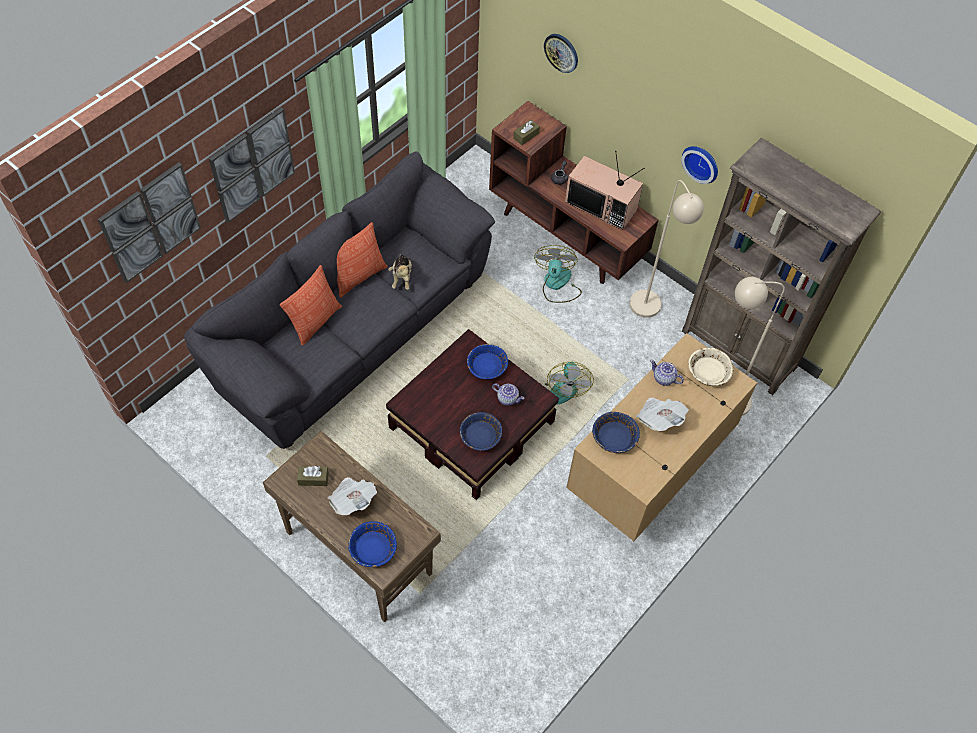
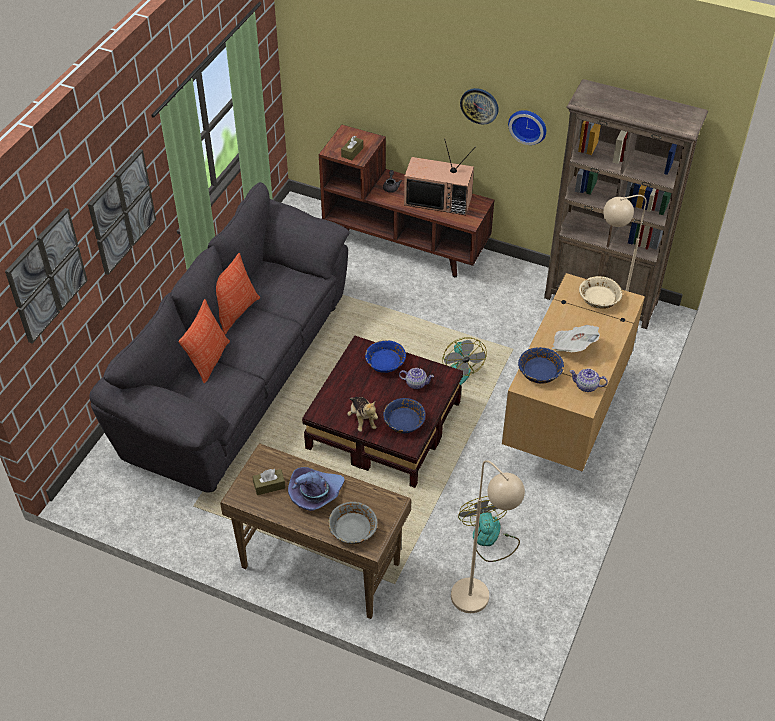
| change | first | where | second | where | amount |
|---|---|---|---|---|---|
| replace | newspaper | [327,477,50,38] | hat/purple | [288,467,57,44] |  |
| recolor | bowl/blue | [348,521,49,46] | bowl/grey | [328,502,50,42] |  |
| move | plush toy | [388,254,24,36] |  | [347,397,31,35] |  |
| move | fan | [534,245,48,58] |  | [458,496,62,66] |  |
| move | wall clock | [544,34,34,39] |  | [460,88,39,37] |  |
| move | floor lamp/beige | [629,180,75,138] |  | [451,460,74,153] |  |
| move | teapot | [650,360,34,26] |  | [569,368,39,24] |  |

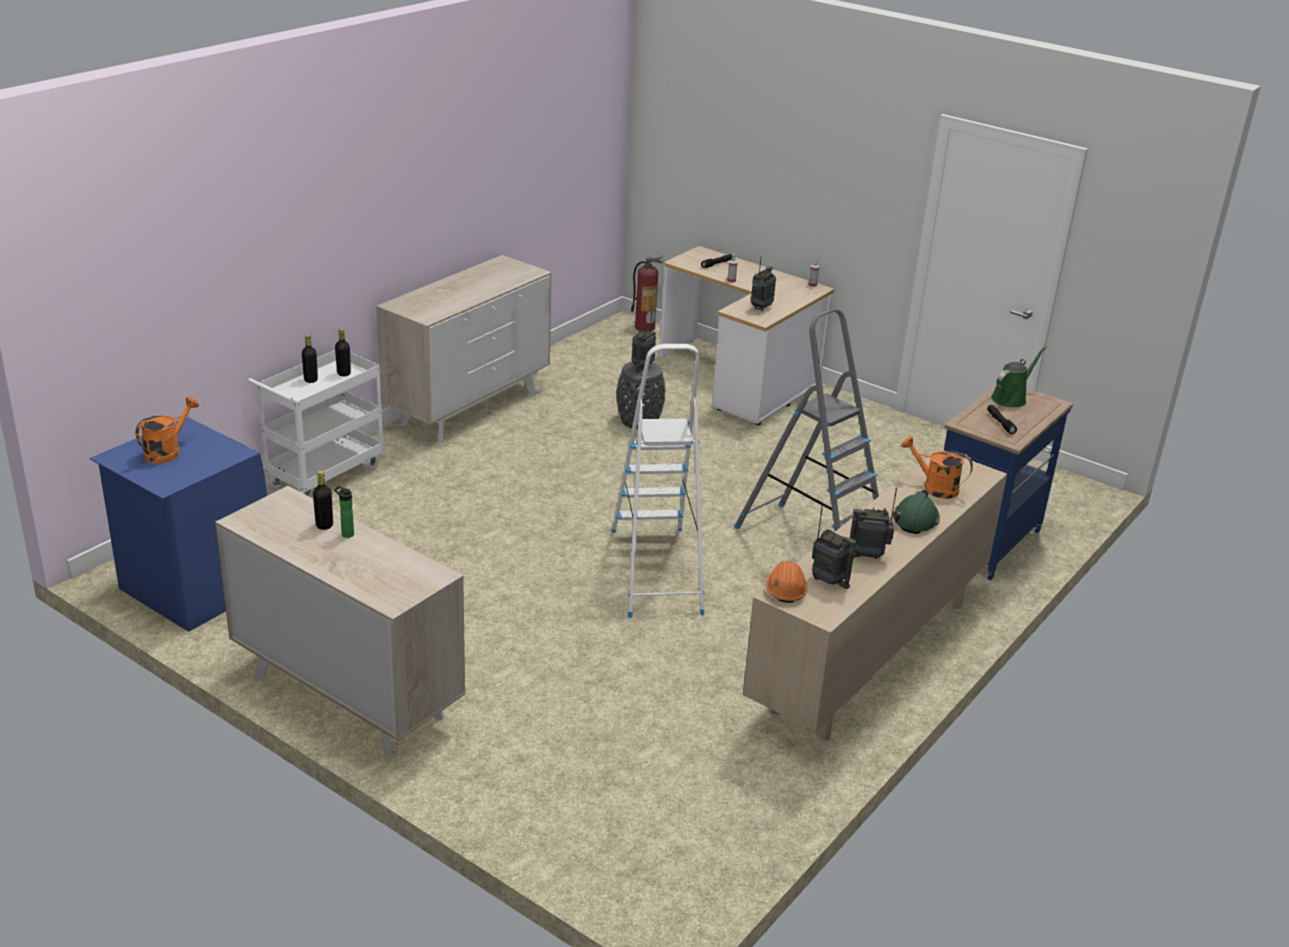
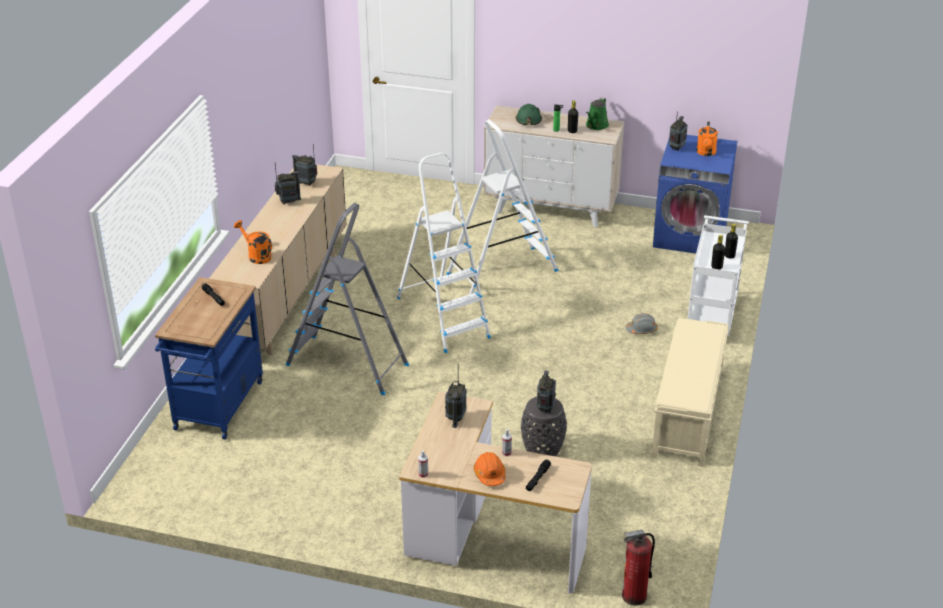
| change | first | where | second | where | amount |
|---|---|---|---|---|---|
| replace | dresser/white | [376,255,176,189] | bench/beige | [651,318,78,149] |  |
| move | hard hat/orange | [766,561,42,42] |  | [474,452,31,34] |  |
| move | hard hat/green | [893,490,47,44] |  | [516,104,26,21] |  |
| rotate | watering can/orange | [901,436,72,63] |  | [234,220,38,44] | 150 degrees counterclockwise |
| move | watering can/green | [991,346,55,61] |  | [586,98,23,32] |  |
| insert |  |  | step ladder/white | [446,119,112,175] |  |
| insert |  |  | hard hat/grey | [626,313,32,21] |  |
| insert |  |  | radio | [669,112,19,39] |  |

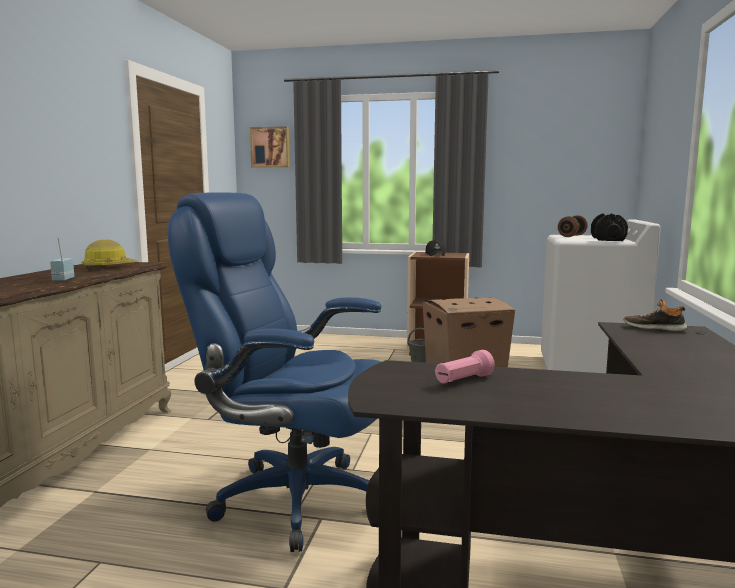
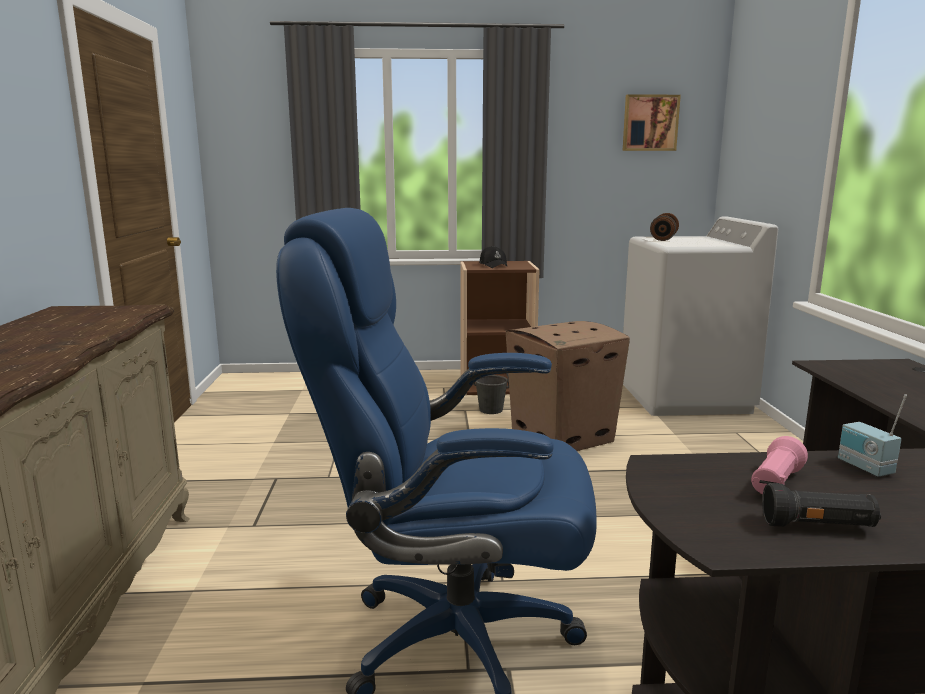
| change | first | where | second | where | amount |
|---|---|---|---|---|---|
| move | radio | [50,237,25,45] |  | [838,394,69,83] |  |
| delete | hard hat | [81,240,57,30] |  |  |  |
| move | picture | [250,126,40,42] |  | [623,94,58,57] |  |
| delete | dumbbell/black | [591,213,37,28] |  |  |  |
| delete | shoe | [624,299,63,32] |  |  |  |
| insert |  |  | flashlight/black | [762,483,119,44] |  |

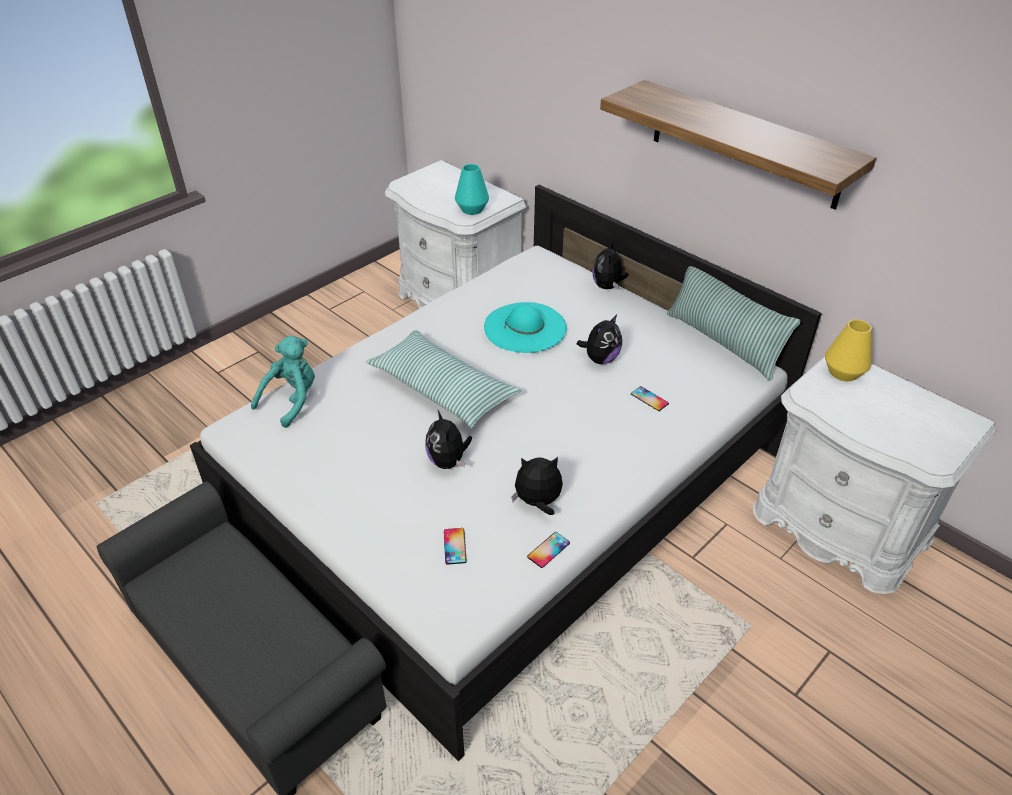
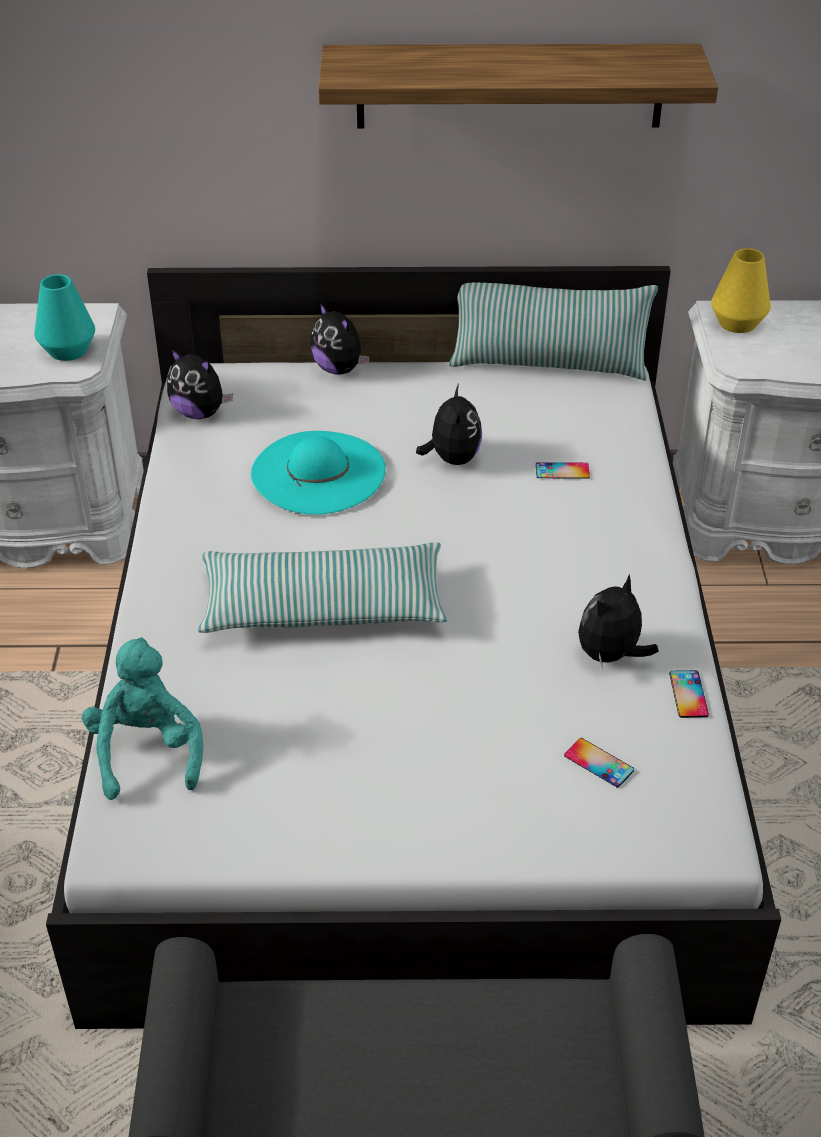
| change | first | where | second | where | amount |
|---|---|---|---|---|---|
| move | plush toy | [425,409,47,60] |  | [167,349,66,70] |  |

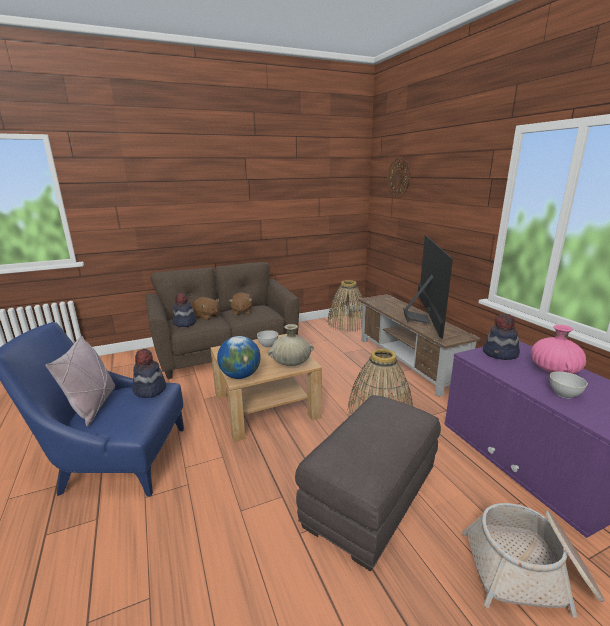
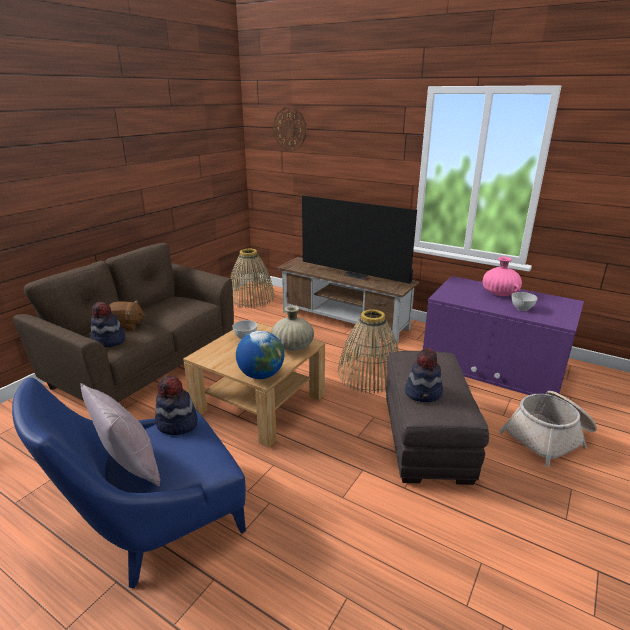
| change | first | where | second | where | amount |
|---|---|---|---|---|---|
| delete | plush toy/brown | [229,292,23,24] |  |  |  |
| rotate | television | [403,235,50,104] |  | [302,195,115,89] | 150 degrees clockwise |
| move | hat | [483,314,37,46] |  | [405,348,38,54] |  |

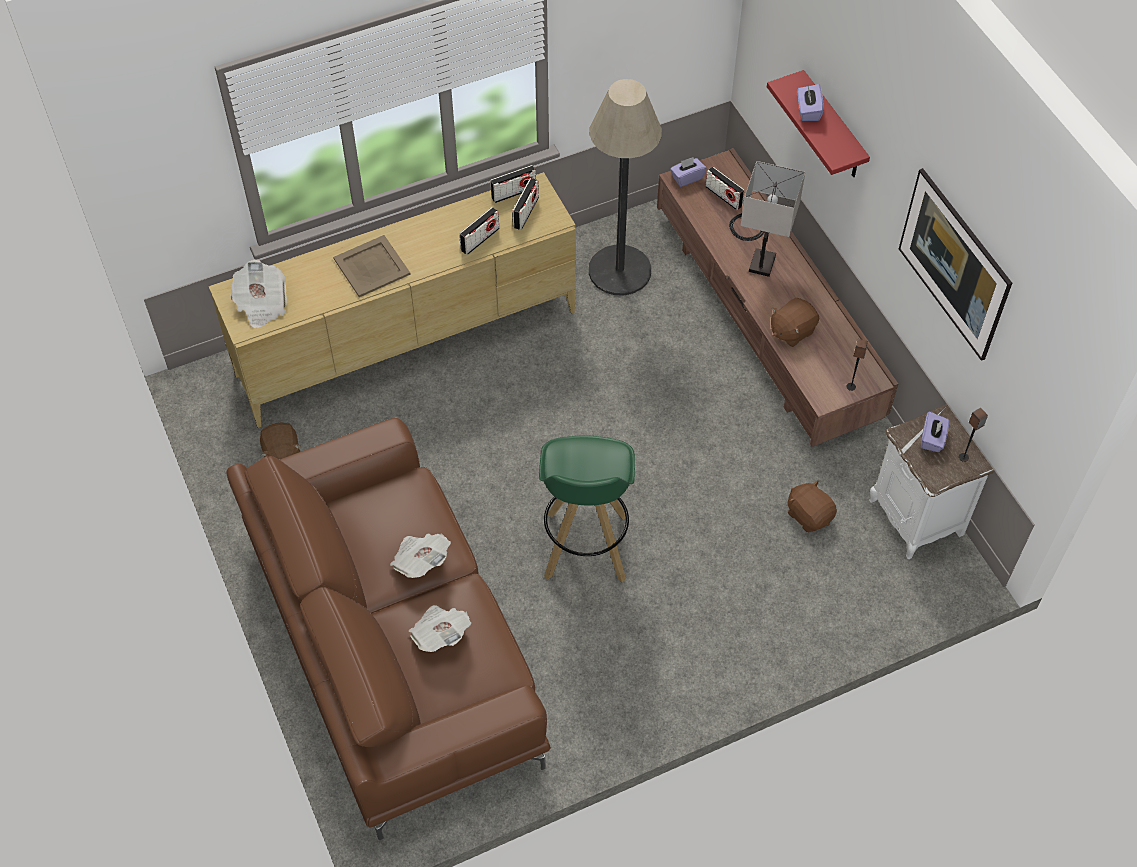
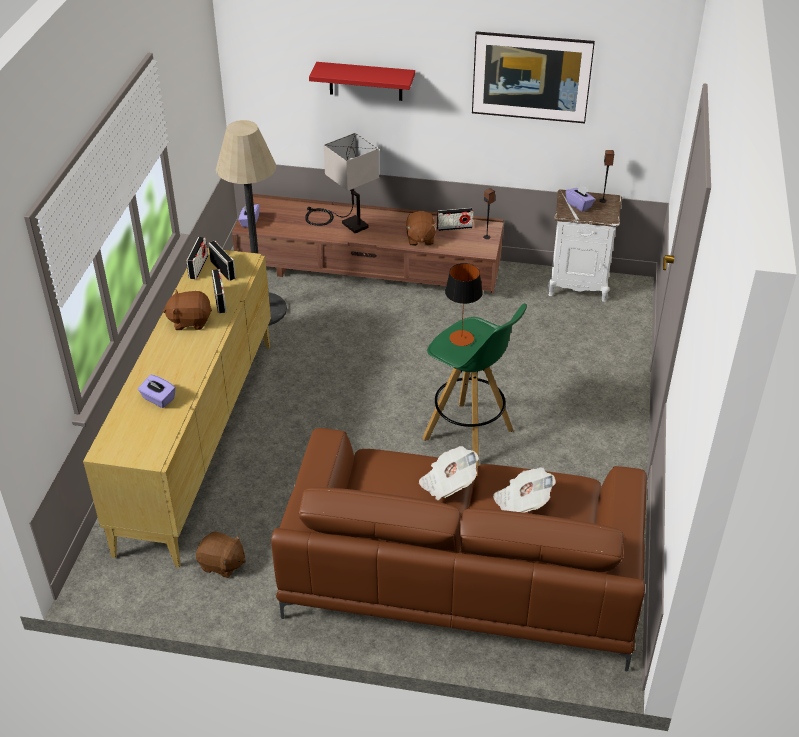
| change | first | where | second | where | amount |
|---|---|---|---|---|---|
| delete | newspaper | [231,260,56,68] |  |  |  |
| delete | tray/beige | [333,235,78,62] |  |  |  |
| move | radio | [706,167,38,43] |  | [437,208,36,23] |  |
| move | plush toy/brown | [788,480,49,52] |  | [163,290,49,40] |  |
| move | tissue box/purple | [797,84,27,37] |  | [138,375,38,33] |  |
| insert |  |  | table lamp | [445,263,38,83] |  |

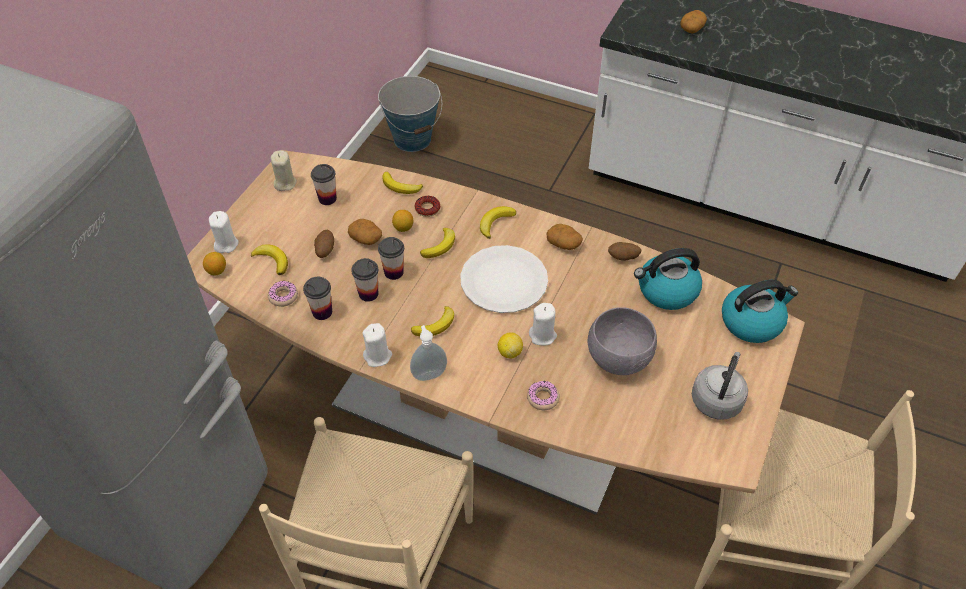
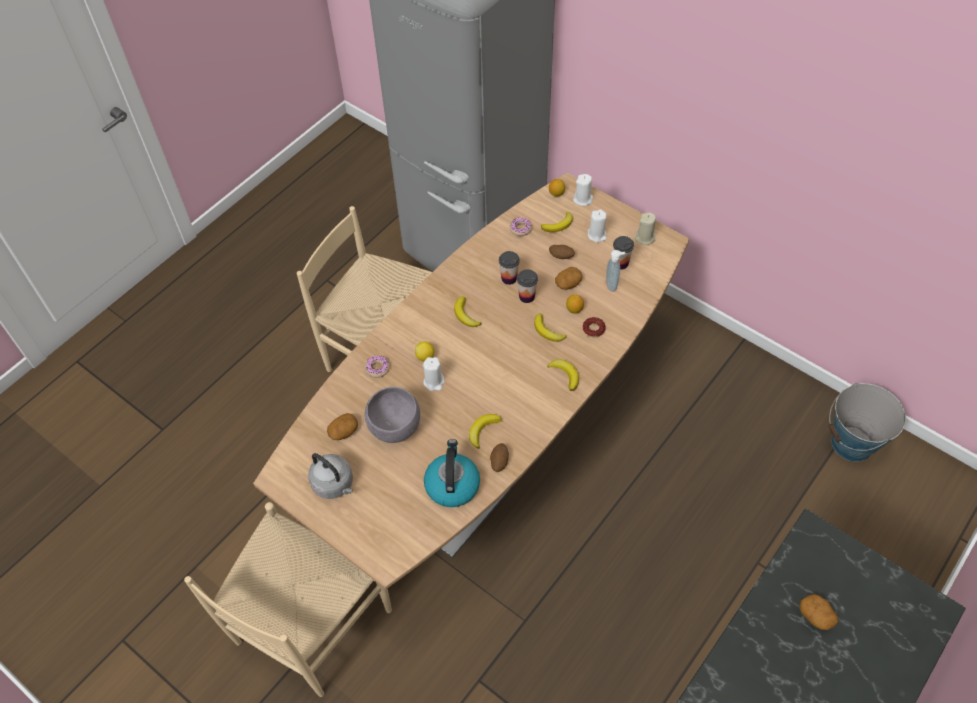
| change | first | where | second | where | amount |
|---|---|---|---|---|---|
| delete | cup | [303,277,29,43] |  |  |  |
| move | candle/white | [363,323,29,44] |  | [588,209,19,34] |  |
| move | banana | [382,172,41,22] |  | [469,414,33,35] |  |
| move | soap dispenser | [410,325,37,56] |  | [606,250,19,42] |  |
| delete | plate/white | [460,245,88,68] |  |  |  |
| move | potato | [546,224,37,26] |  | [327,413,31,27] |  |
| delete | kettle | [722,280,76,63] |  |  |  |

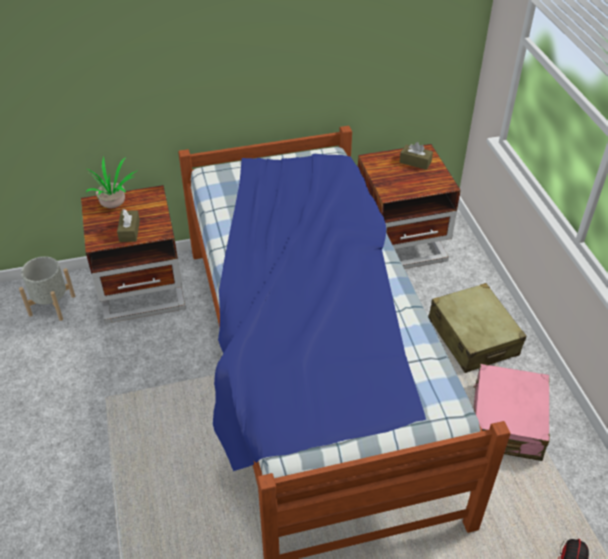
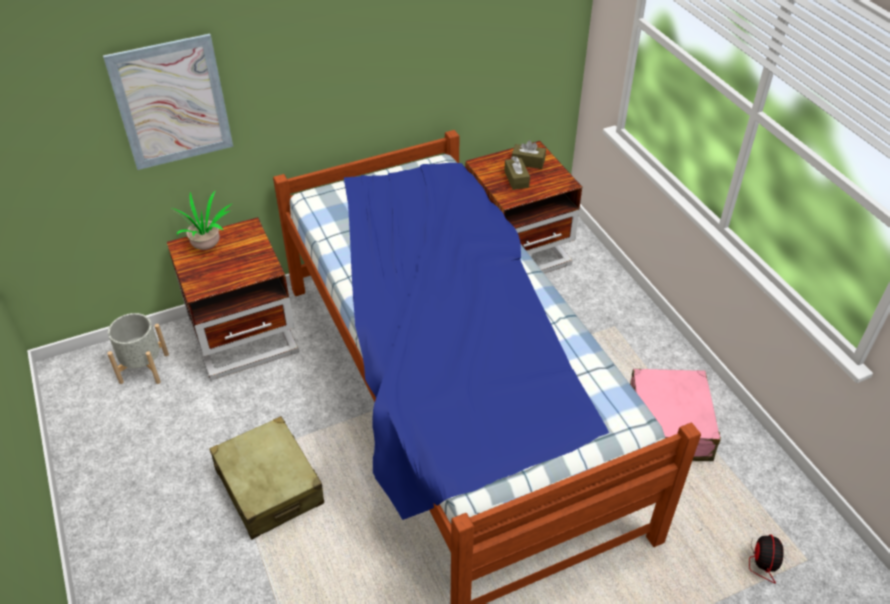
| change | first | where | second | where | amount |
|---|---|---|---|---|---|
| move | tissue box/brown | [117,209,23,33] |  | [504,156,26,34] |  |
| move | suitcase/beige | [428,283,98,90] |  | [209,416,115,123] |  |
| insert |  |  | picture | [103,34,130,136] |  |

